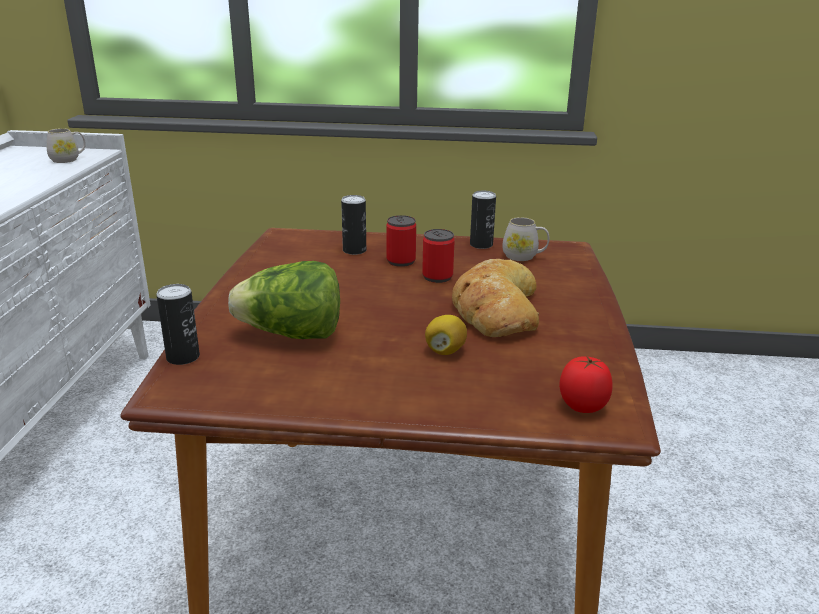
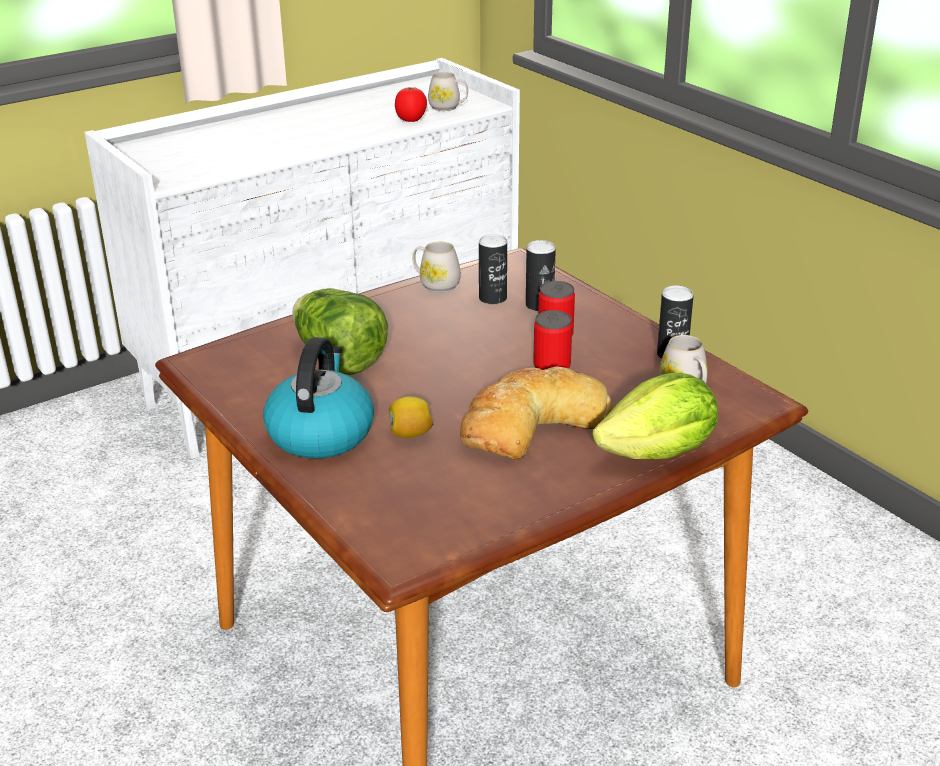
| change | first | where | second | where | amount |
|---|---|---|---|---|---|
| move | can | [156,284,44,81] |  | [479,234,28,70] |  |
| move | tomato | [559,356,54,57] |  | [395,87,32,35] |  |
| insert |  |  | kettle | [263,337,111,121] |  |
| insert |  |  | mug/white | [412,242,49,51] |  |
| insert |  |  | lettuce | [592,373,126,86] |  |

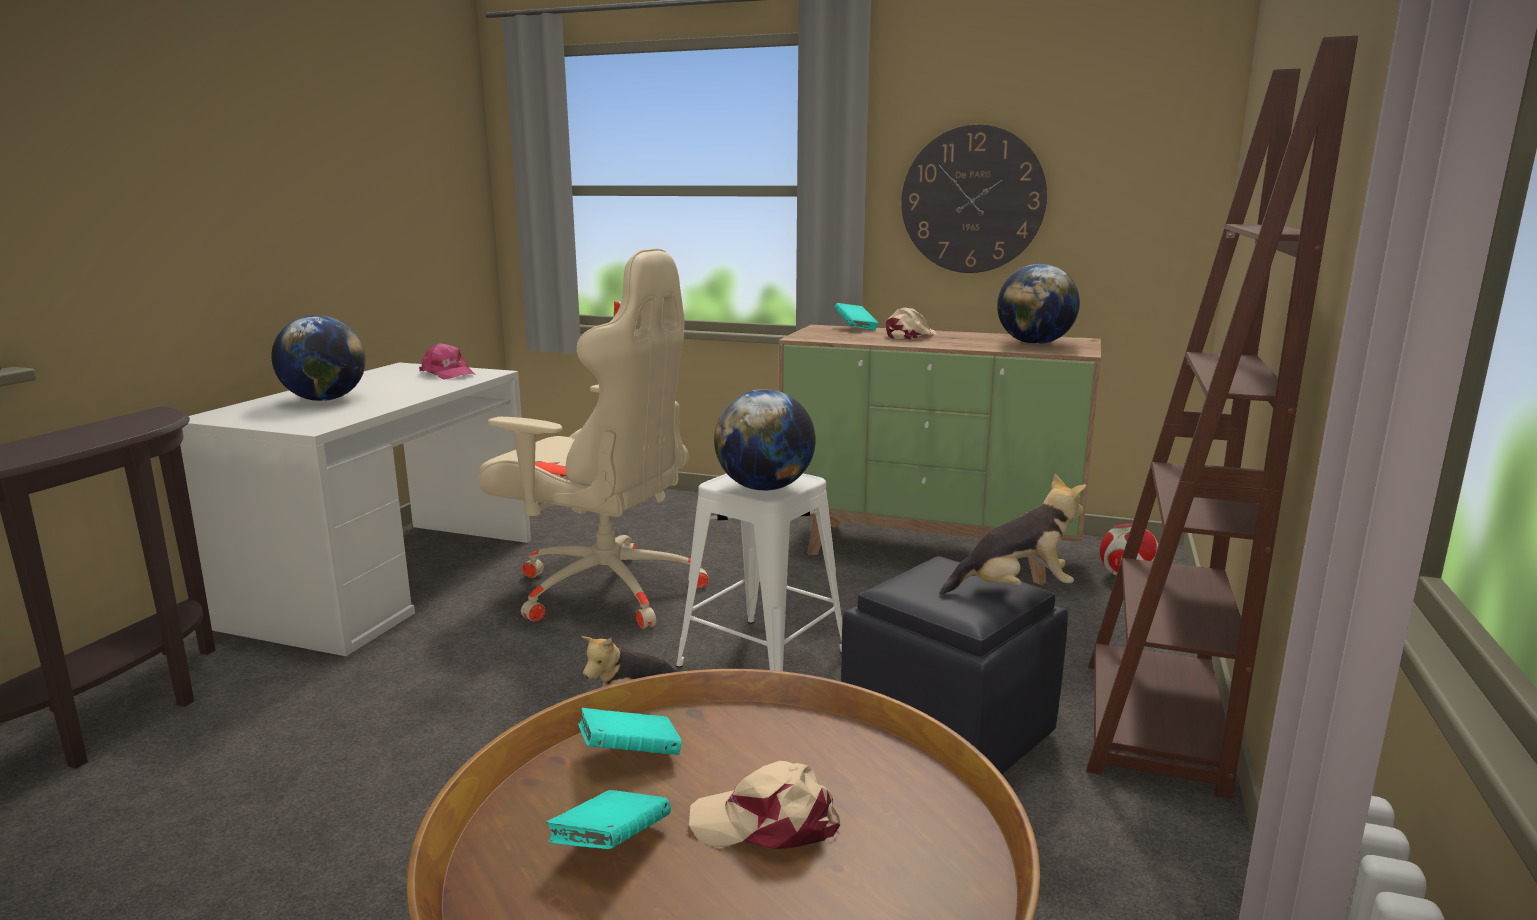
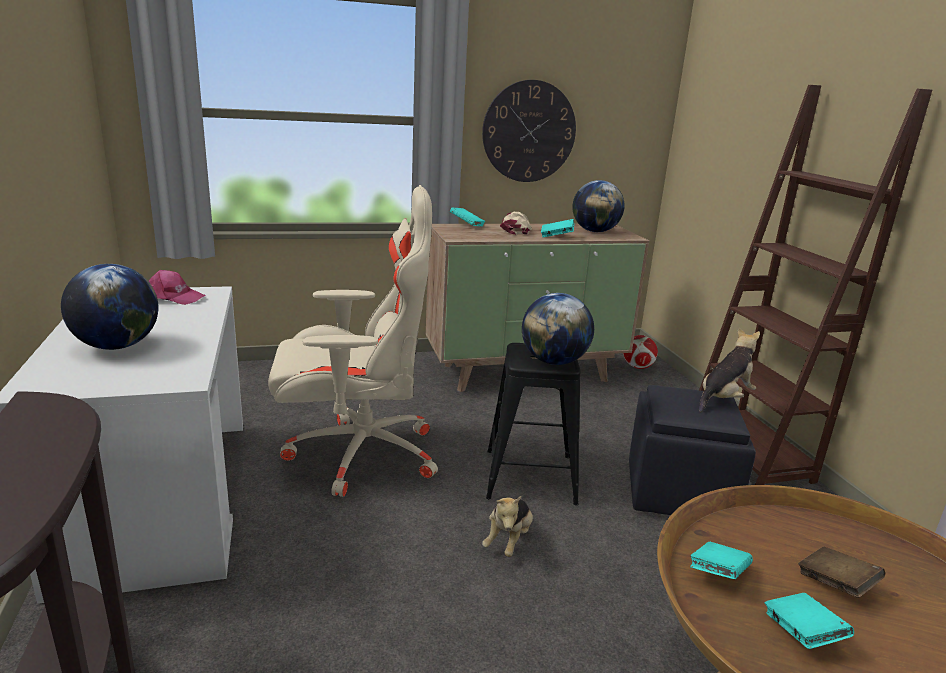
| change | first | where | second | where | amount |
|---|---|---|---|---|---|
| recolor | stool/white | [676,473,166,198] | stool/black | [486,343,95,162] |  |
| replace | cap/beige | [689,761,151,88] | book/brown | [798,547,87,51] |  |
| insert |  |  | book/turquoise | [541,219,33,18] |  |

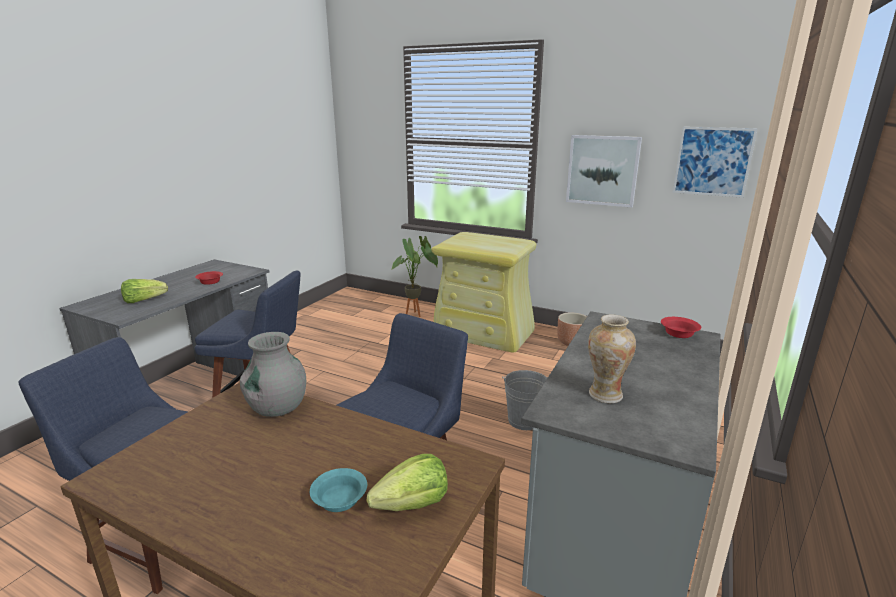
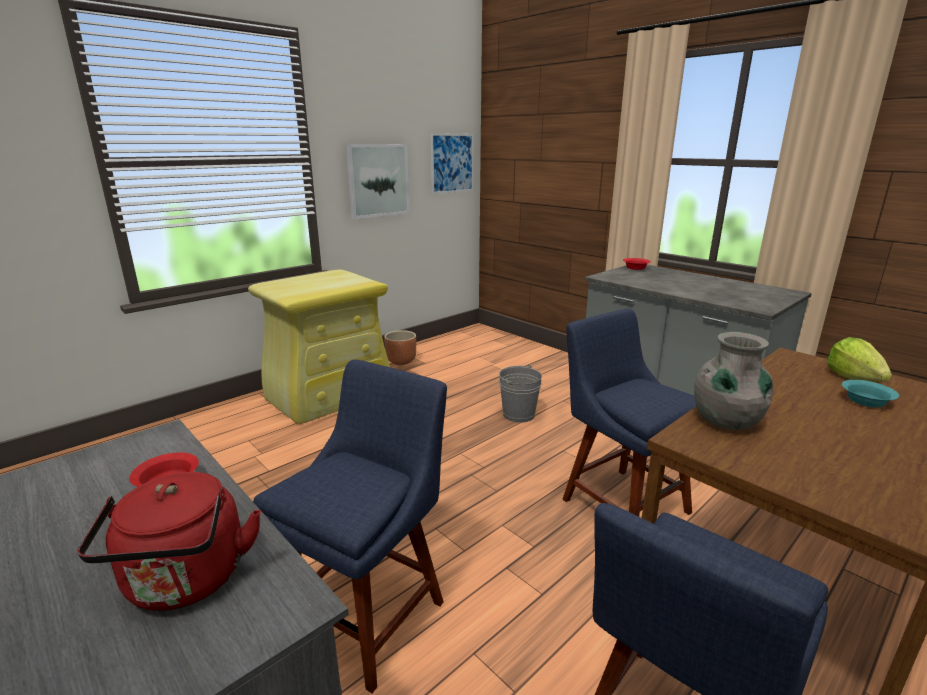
| change | first | where | second | where | amount |
|---|---|---|---|---|---|
| replace | lettuce | [121,279,47,24] | kettle/red | [77,472,184,139] |  |
| delete | potted plant | [391,236,47,81] |  |  |  |
| delete | vase | [588,314,48,89] |  |  |  |

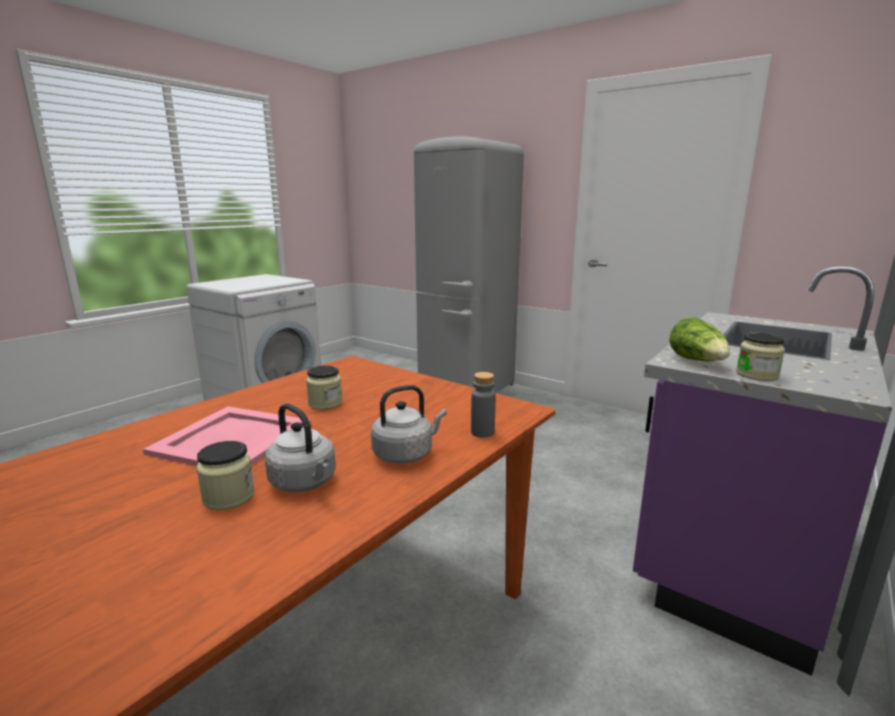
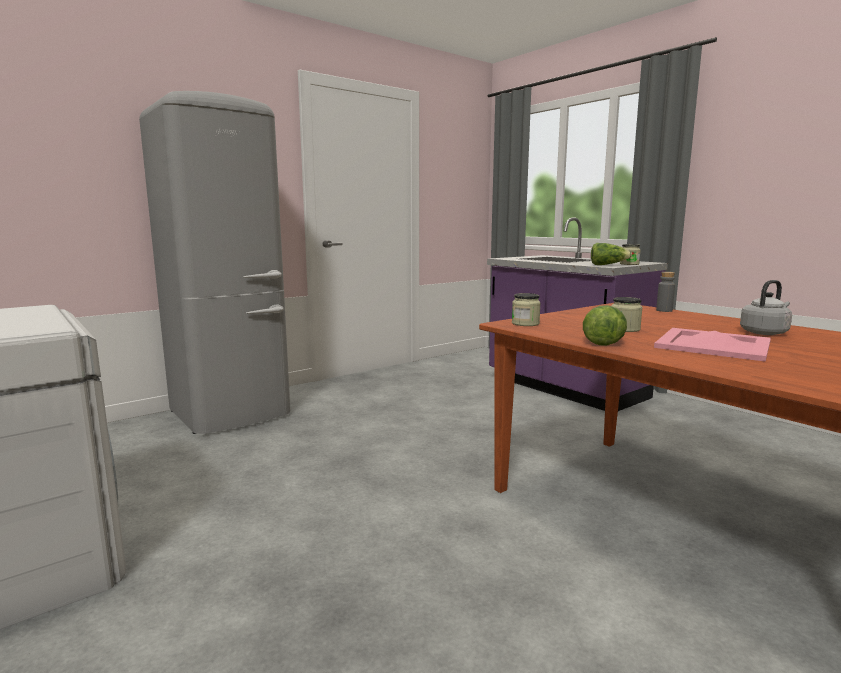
| change | first | where | second | where | amount |
|---|---|---|---|---|---|
| move | jar | [197,441,58,69] |  | [512,293,29,33] |  |
| delete | kettle/grey | [371,385,76,79] |  |  |  |
| insert |  |  | lettuce | [583,305,44,41] |  |

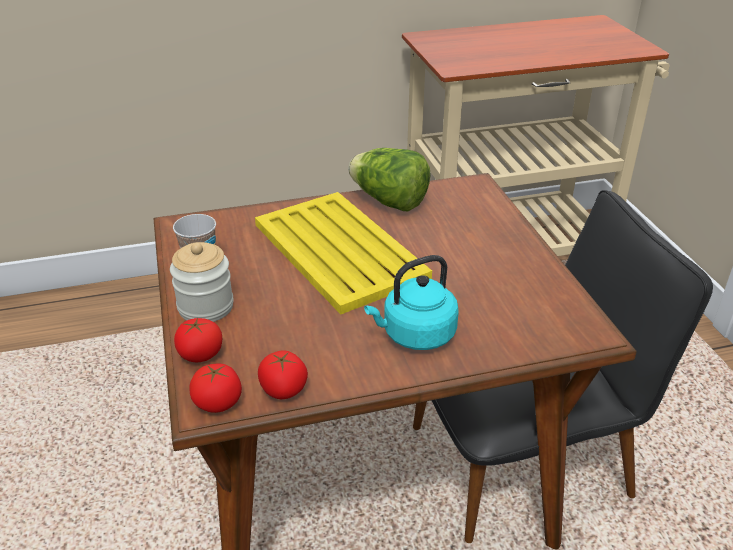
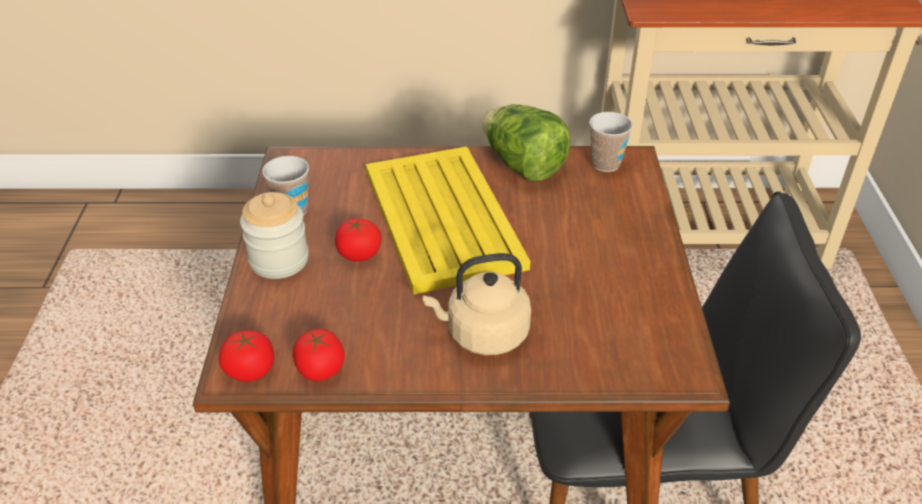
| change | first | where | second | where | amount |
|---|---|---|---|---|---|
| move | tomato | [174,318,48,44] |  | [335,218,46,44] |  |
| recolor | kettle/turquoise | [364,255,95,95] | kettle/beige | [423,253,108,102] |  |
| insert |  |  | cup | [589,112,44,60] |  |

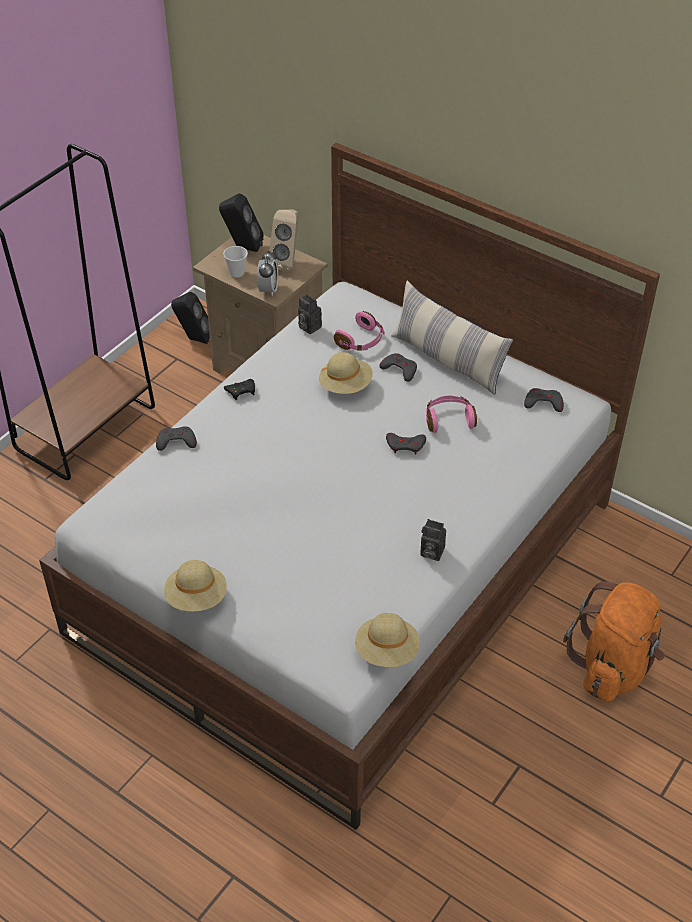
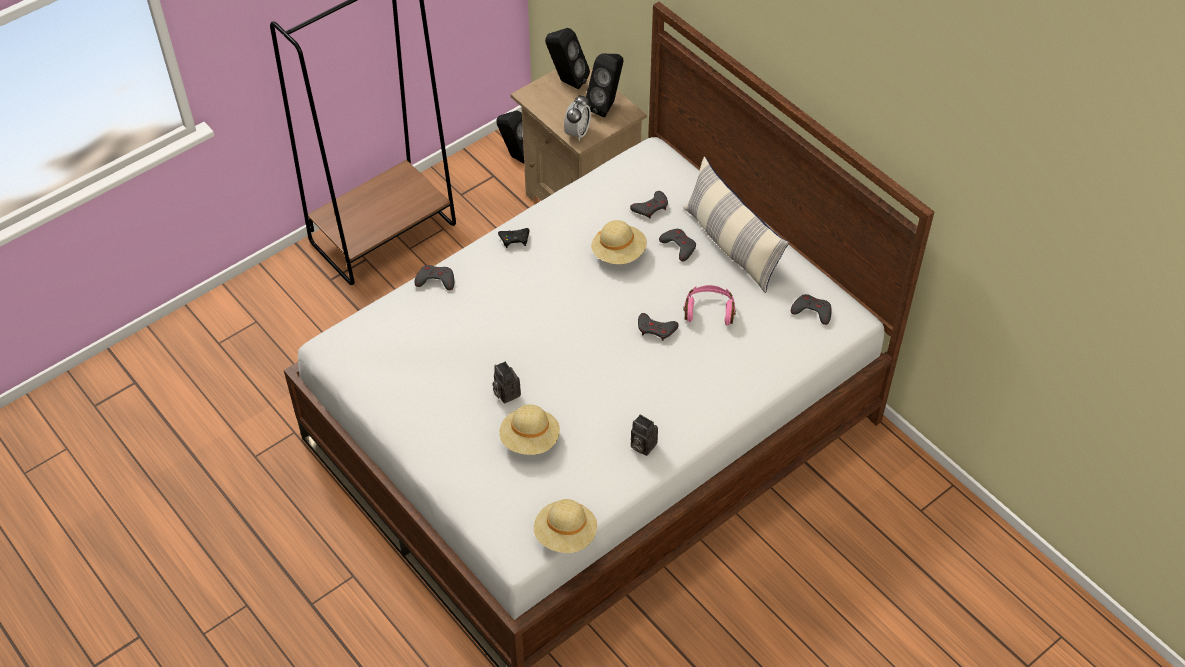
| change | first | where | second | where | amount |
|---|---|---|---|---|---|
| move | hat/beige | [164,560,63,52] |  | [499,405,61,50] |  |
| delete | cup | [223,246,25,32] |  |  |  |
| recolor | speaker/beige | [268,209,31,63] | speaker/black | [586,54,38,63] |  |
| move | photo camera | [298,295,24,39] |  | [493,361,28,42] |  |
| replace | headphones/pink | [334,311,51,40] | game controller/grey | [630,191,38,27] |  |
| delete | backpack/orange | [563,582,102,120] |  |  |  |

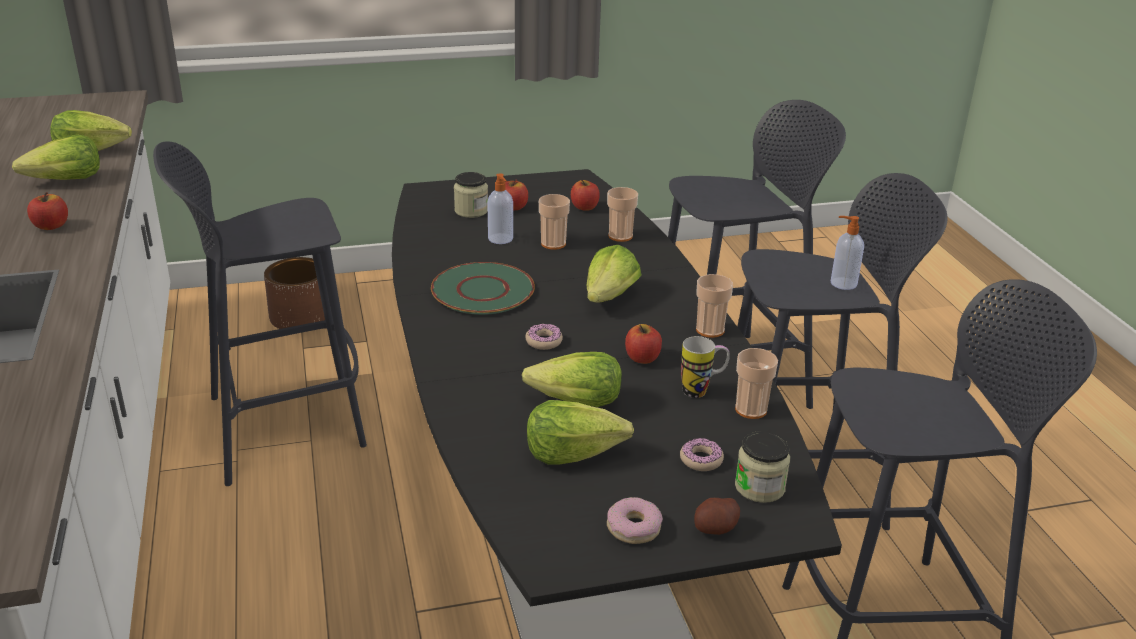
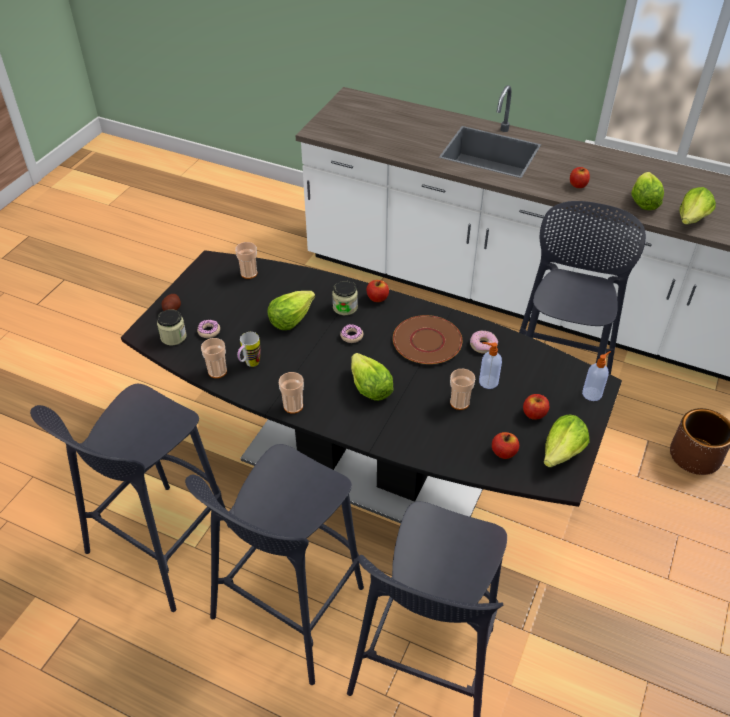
| change | first | where | second | where | amount |
|---|---|---|---|---|---|
| recolor | plate/green | [431,262,104,53] | plate/brown | [393,315,69,49] |  |
| move | jar | [454,172,34,46] |  | [332,281,26,34] |  |
| move | lettuce | [527,400,107,65] |  | [543,415,46,52] |  |
| move | cup | [607,187,31,55] |  | [235,242,22,37] |  |
| move | donut | [607,497,56,47] |  | [470,330,28,24] |  |
| move | apple | [625,324,37,40] |  | [366,280,23,22] |  |
| move | soap dispenser | [831,216,33,74] |  | [582,351,29,50] |  |

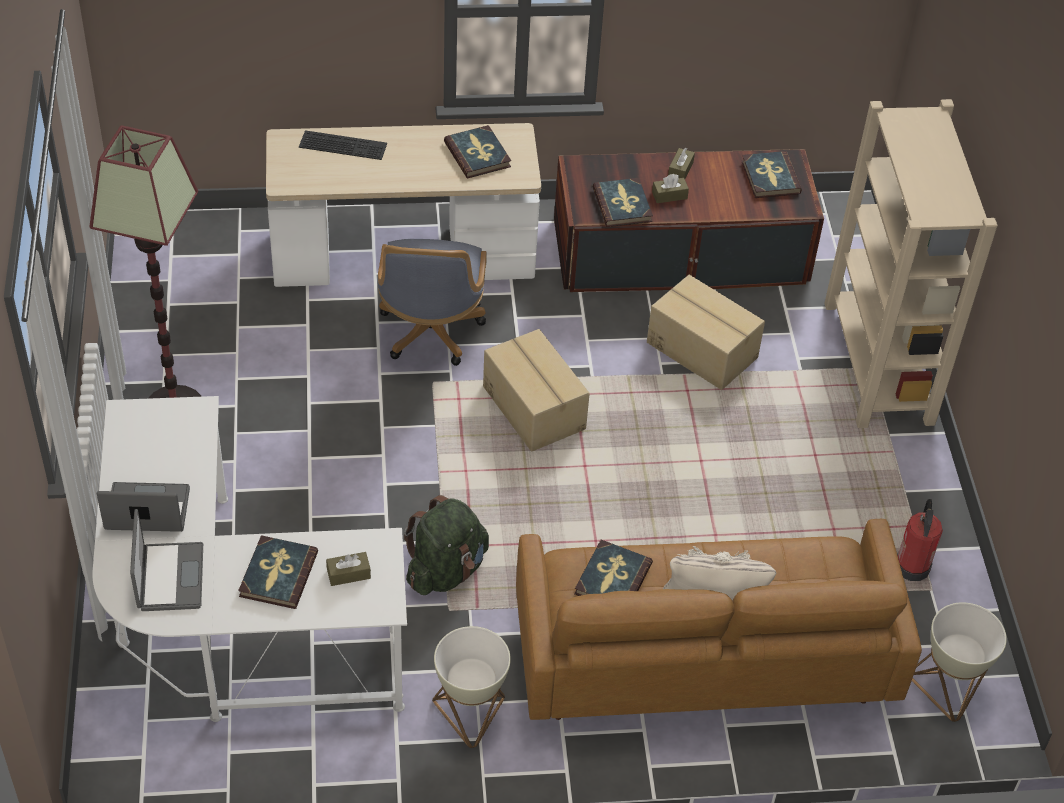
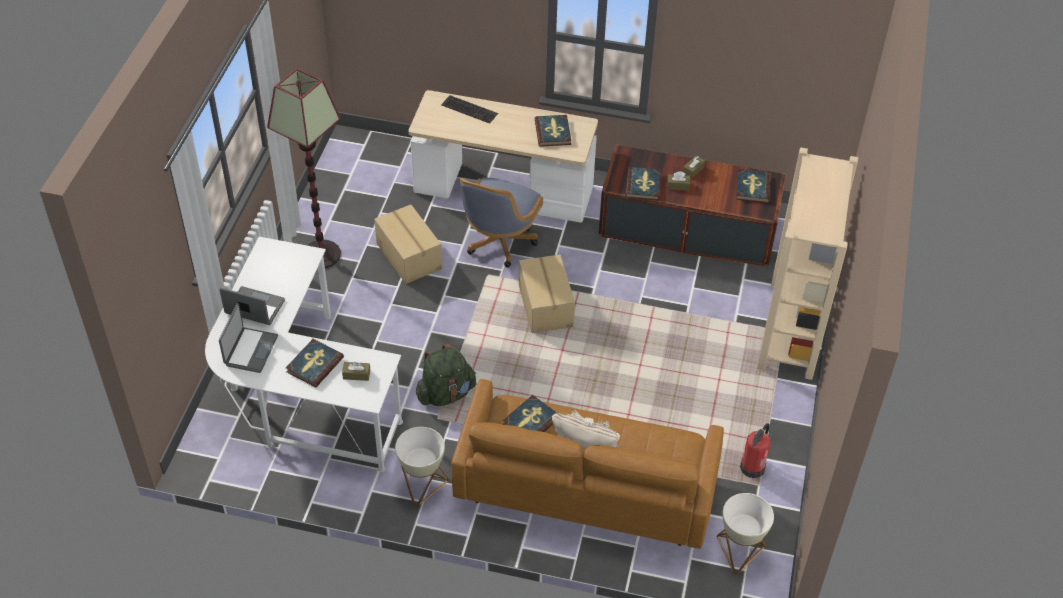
| change | first | where | second | where | amount |
|---|---|---|---|---|---|
| move | cardboard box | [647,275,118,115] |  | [374,204,68,80] |  |

